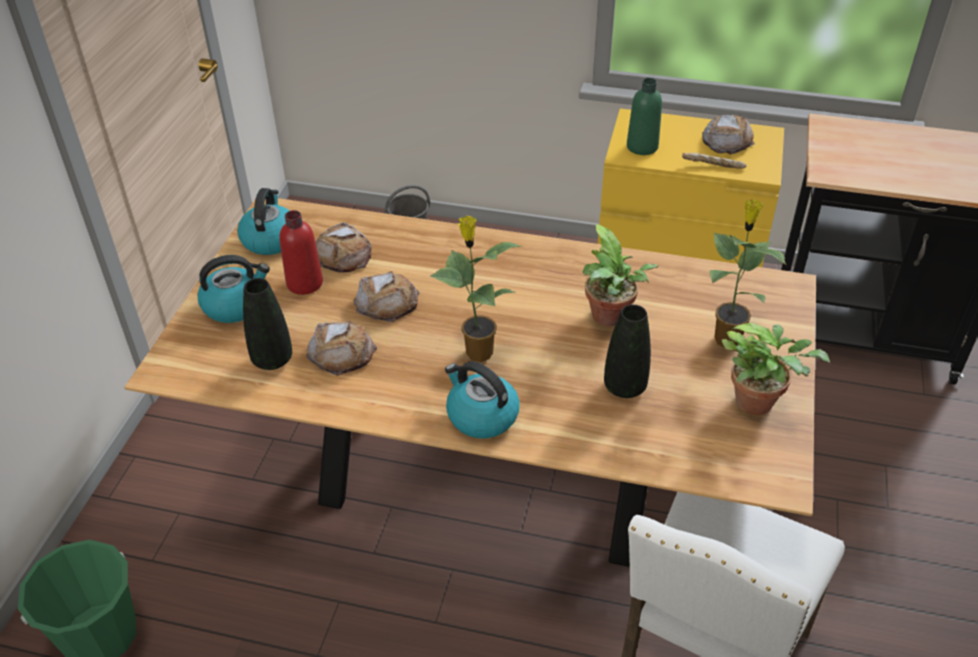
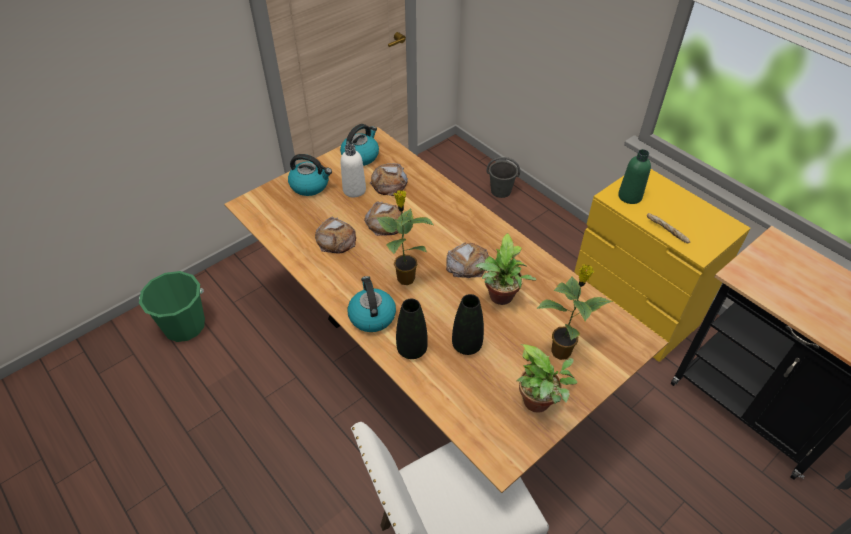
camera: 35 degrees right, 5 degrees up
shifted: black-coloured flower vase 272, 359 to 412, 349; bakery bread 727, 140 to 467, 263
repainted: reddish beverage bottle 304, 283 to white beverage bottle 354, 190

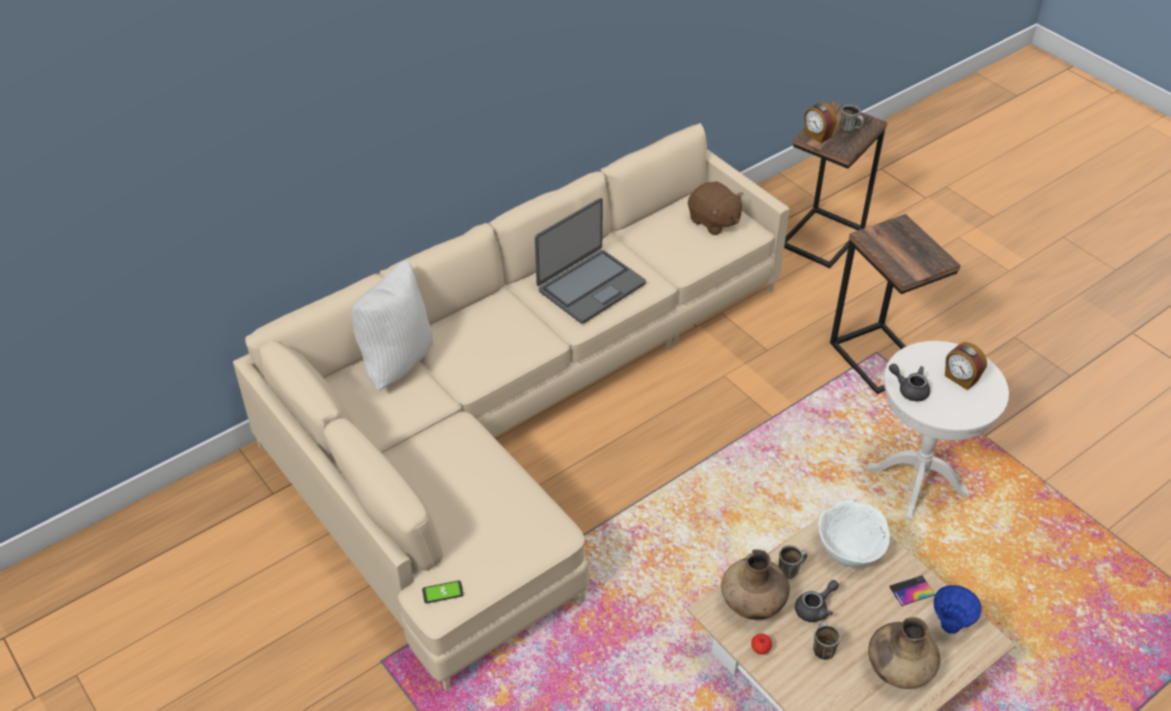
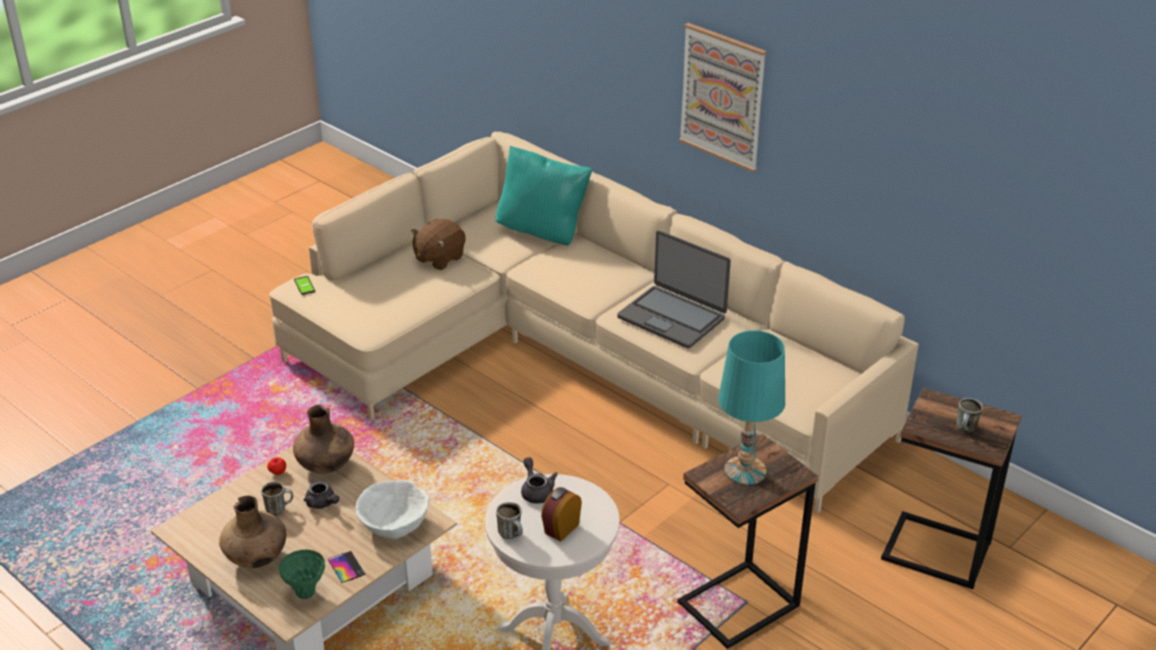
camera: 80 degrees right, 10 degrees down
gone: alarm clock 817, 135
new: wall art 722, 97; turquoise tabletop lamp 744, 471
shifted: brownish cuddly toy 713, 221 to 439, 258; coffee mug 790, 569 to 512, 535
repainted: white cushion 397, 361 to turquoise cushion 543, 233; bluish flower vase 949, 626 to greenish flower vase 305, 593
rotated: grey pot for tea 909, 389 = 536, 491 45 degrees counterclockwise

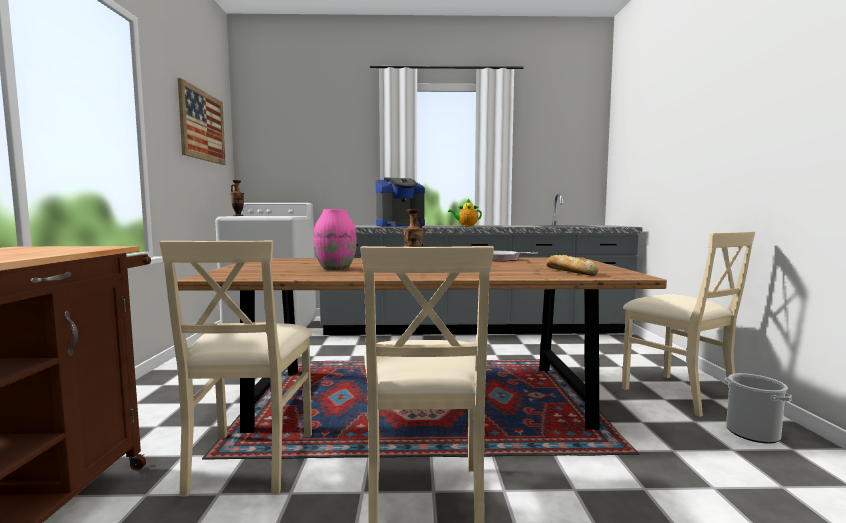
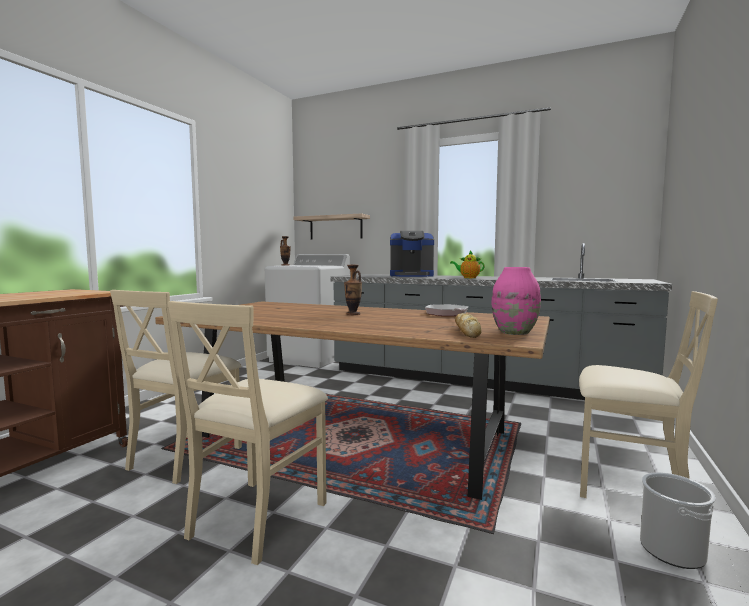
camera: 25 degrees right, 0 degrees up
gone: wall art 202, 126
new: shelf 336, 227
shifted: pink flower vase 336, 268 to 515, 332
rotated: sand-coloured upright chair 677, 394 = 628, 486 60 degrees counterclockwise

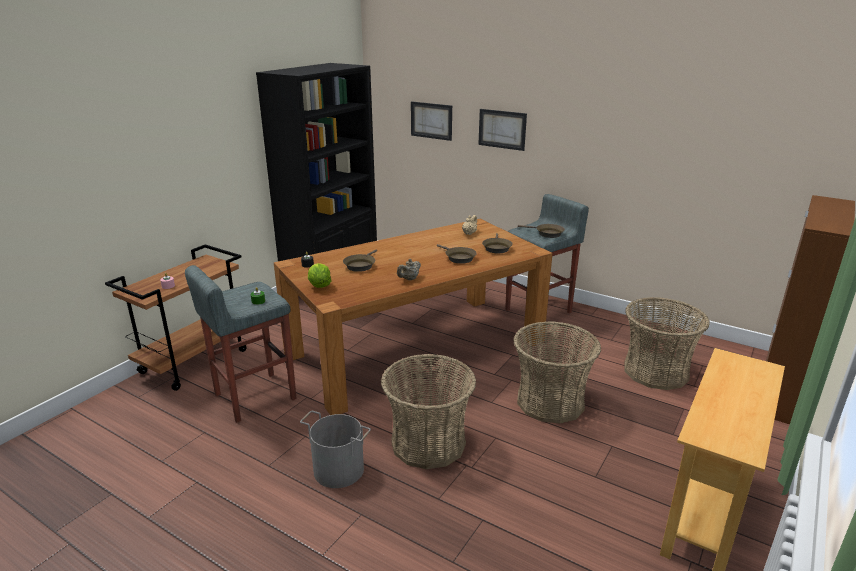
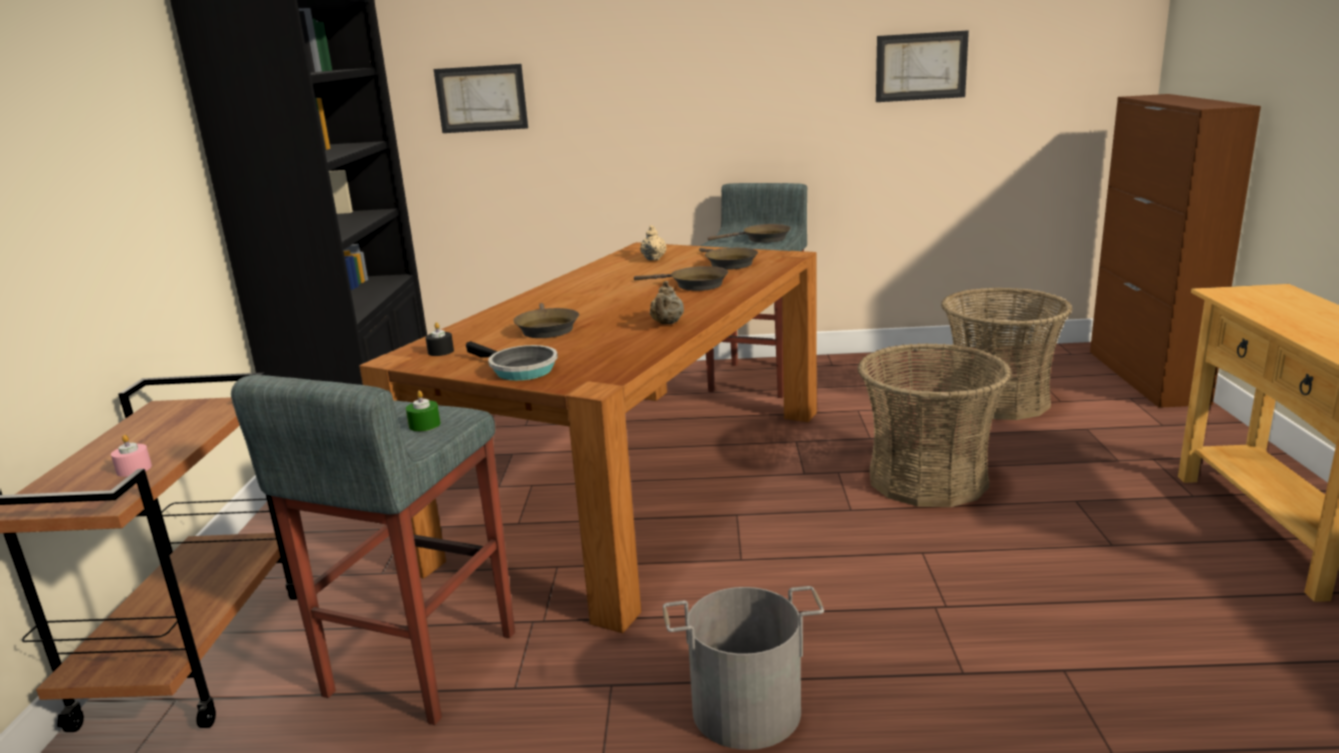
camera: 30 degrees left, 5 degrees down
gone: storage basket 428, 443
shifted: wall art 502, 129 to 921, 66
swapped: lettuce head 319, 285 to skillet 519, 369

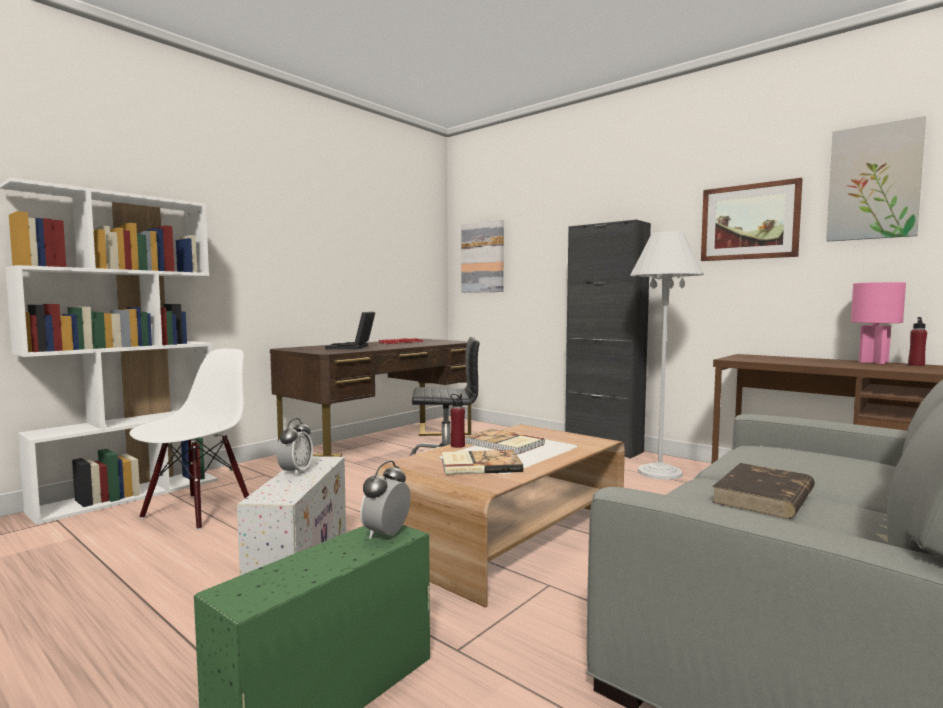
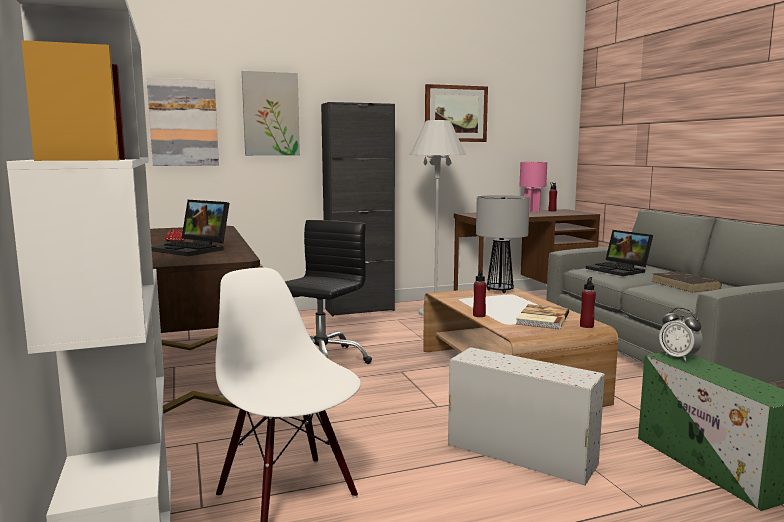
camera: 60 degrees left, 5 degrees up
gone: alarm clock 295, 472; bound book 504, 444
new: tabletop lamp 500, 290; reddish beverage bottle 586, 326; portable computer 619, 270
shifted: wall art 874, 182 to 271, 114

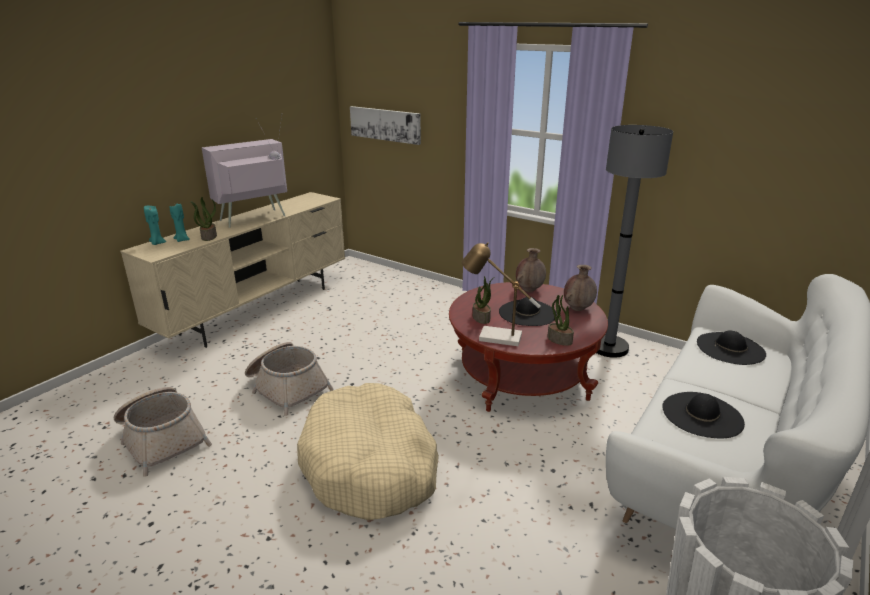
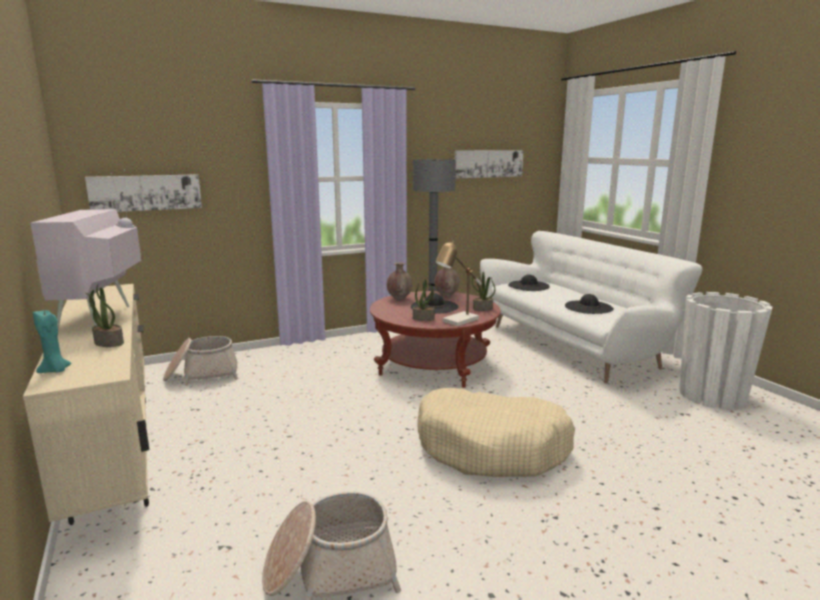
camera: 60 degrees left, 10 degrees down
gone: turquoise candle 182, 240
new: wall art 488, 163
shifted: storage basket 286, 387 to 202, 374

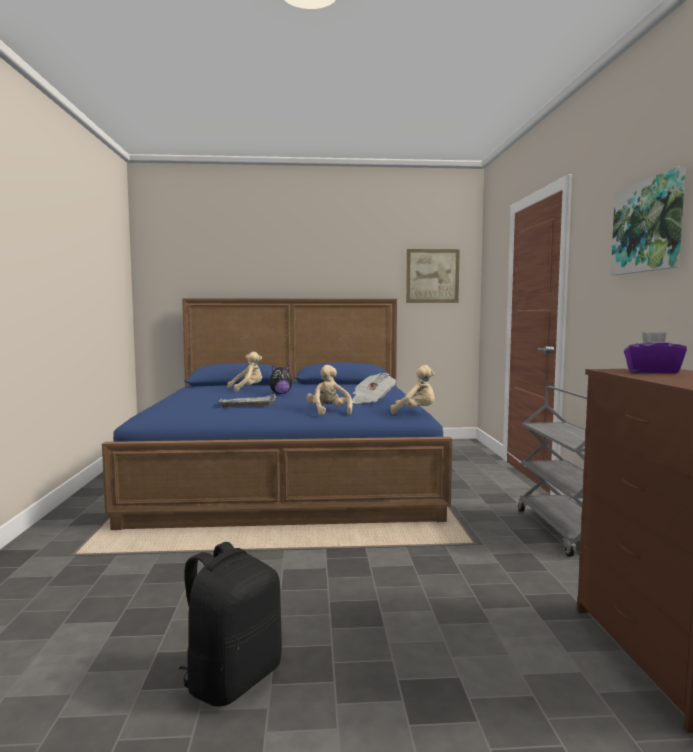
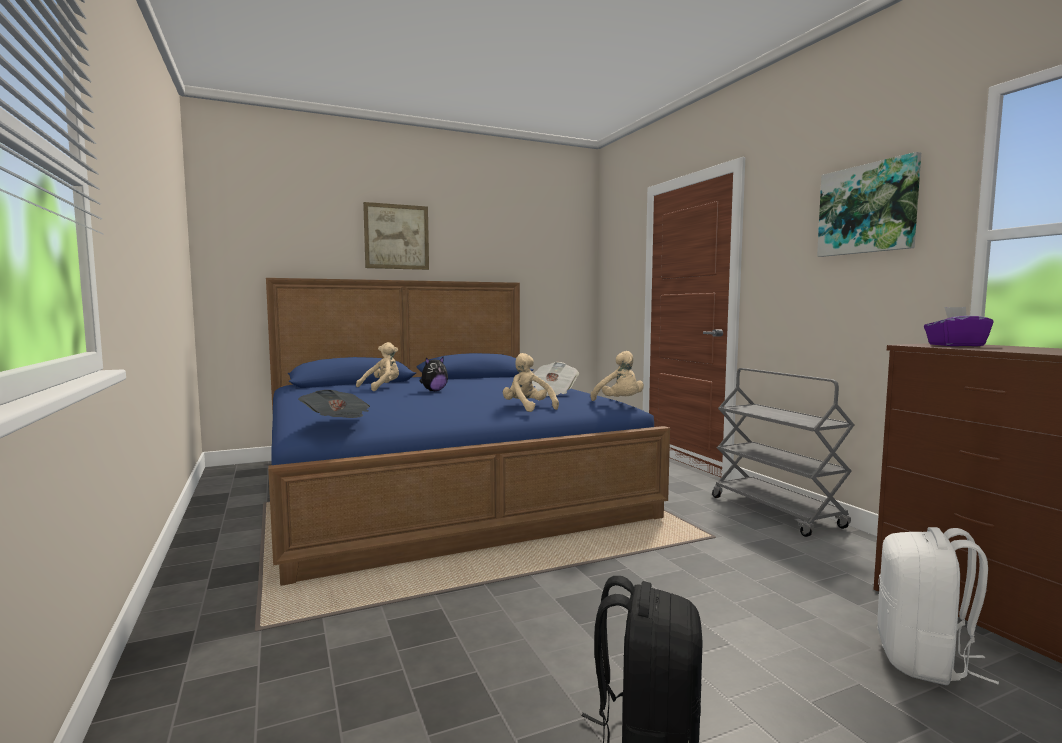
camera: 20 degrees left, 0 degrees up
gone: grey tray 248, 403
new: printed paper 338, 424; white backpack 924, 661
shifted: wall art 432, 276 to 396, 237
rotated: sand-coloured cuddly toy 415, 412 = 619, 402 60 degrees clockwise

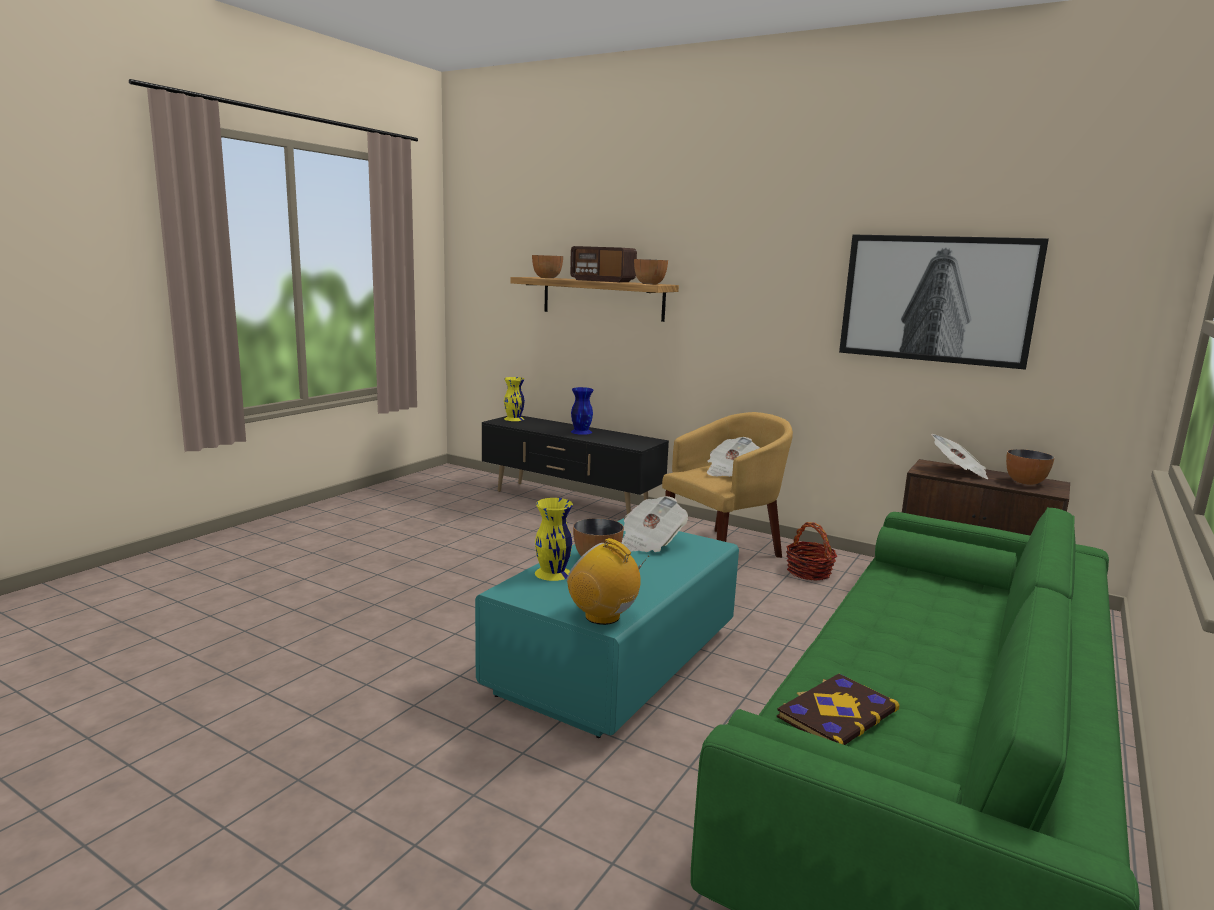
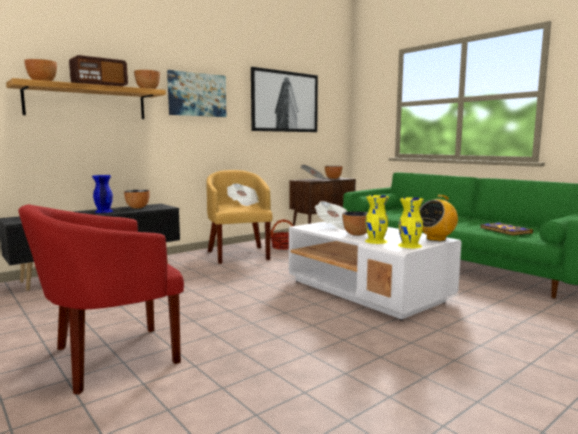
camera: 70 degrees left, 5 degrees down
new: reddish easy chair 111, 358; bowl 137, 207; wall art 197, 94
shifted: yellow flower vase 513, 419 to 410, 245
repainted: turquoise low table 615, 662 to white low table 367, 291

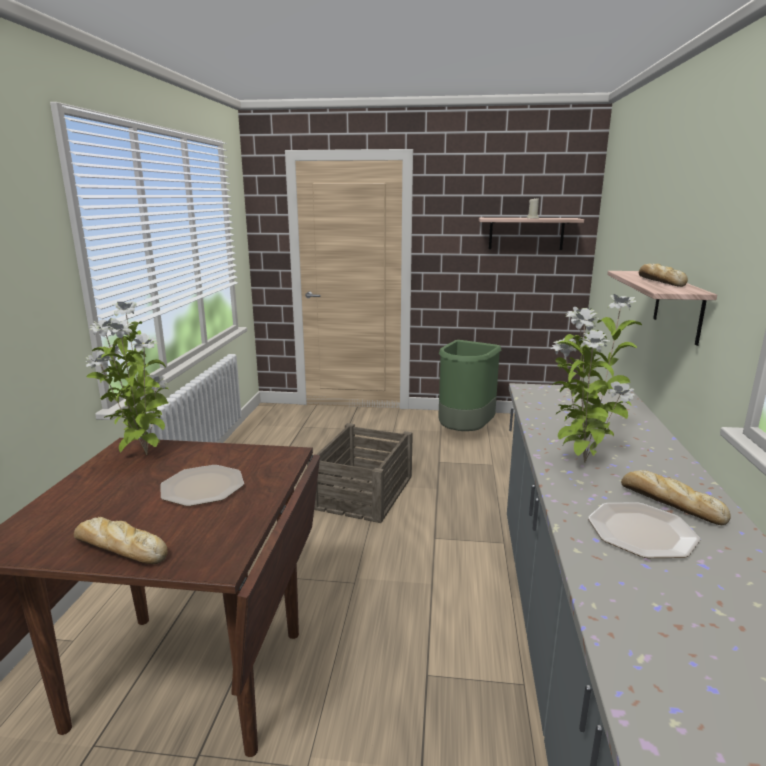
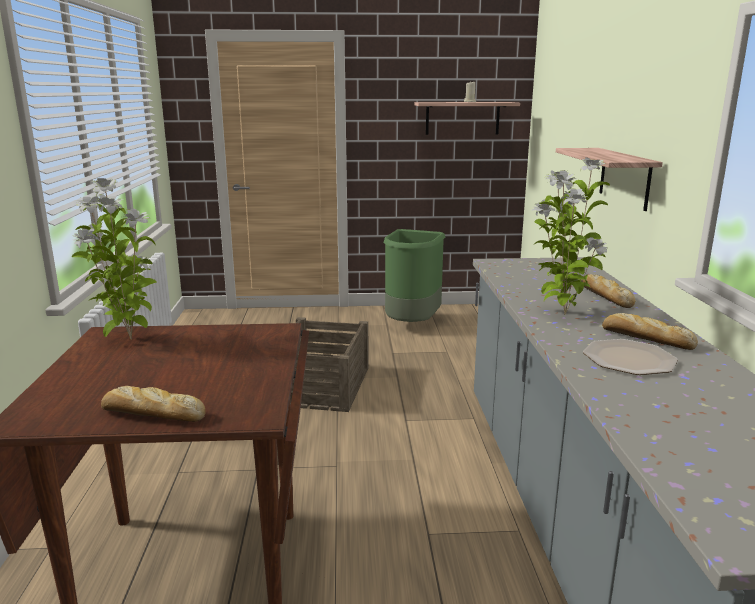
camera: 10 degrees left, 0 degrees up
gone: flat dish 202, 486
shifted: bakery bread 660, 281 to 604, 296

